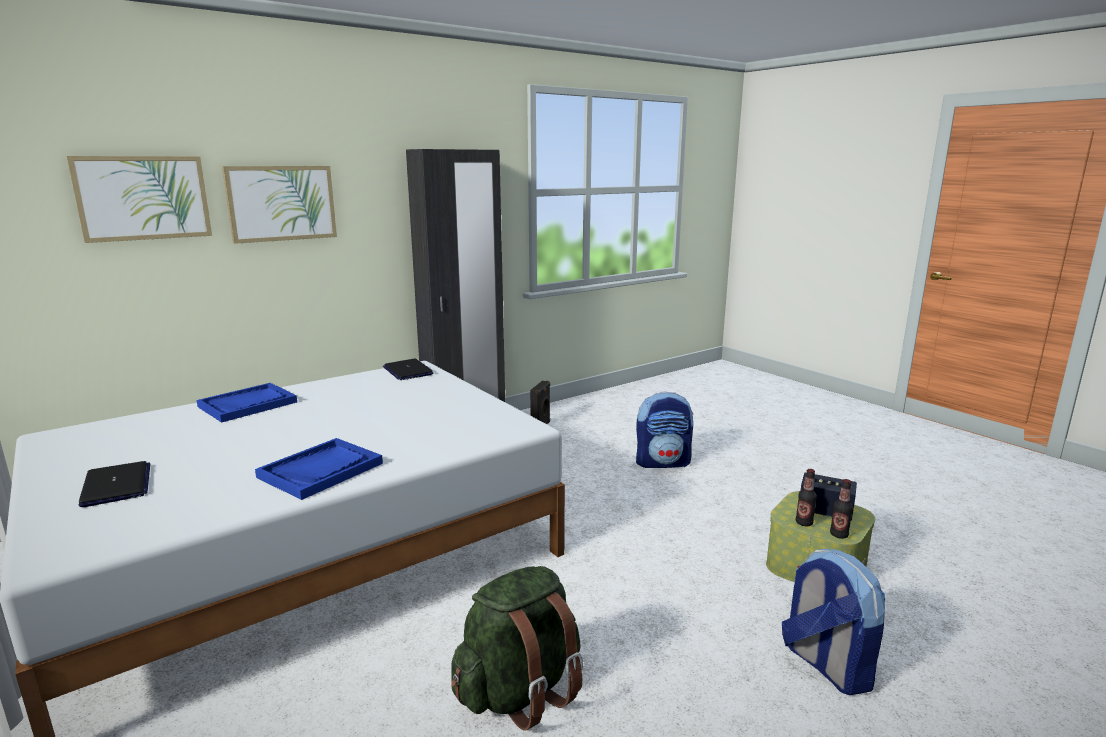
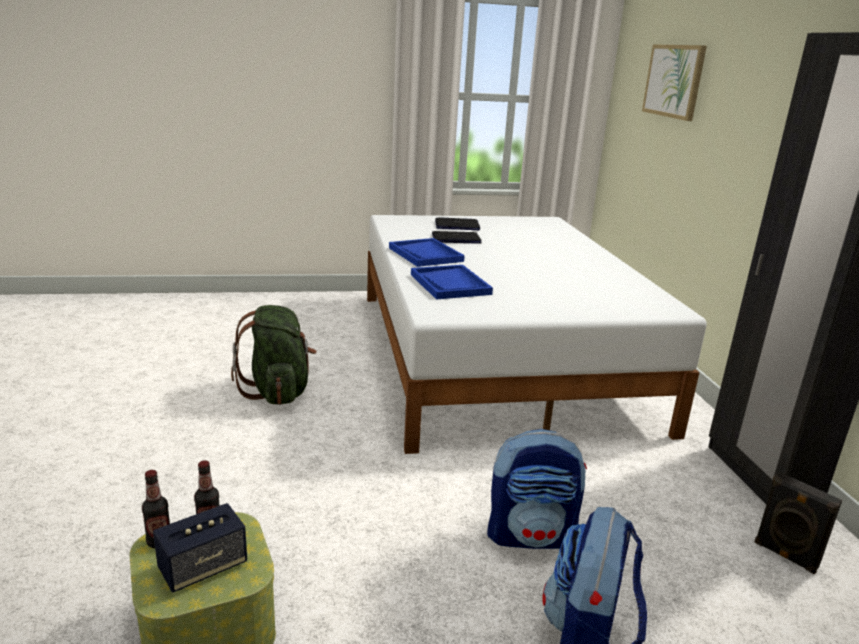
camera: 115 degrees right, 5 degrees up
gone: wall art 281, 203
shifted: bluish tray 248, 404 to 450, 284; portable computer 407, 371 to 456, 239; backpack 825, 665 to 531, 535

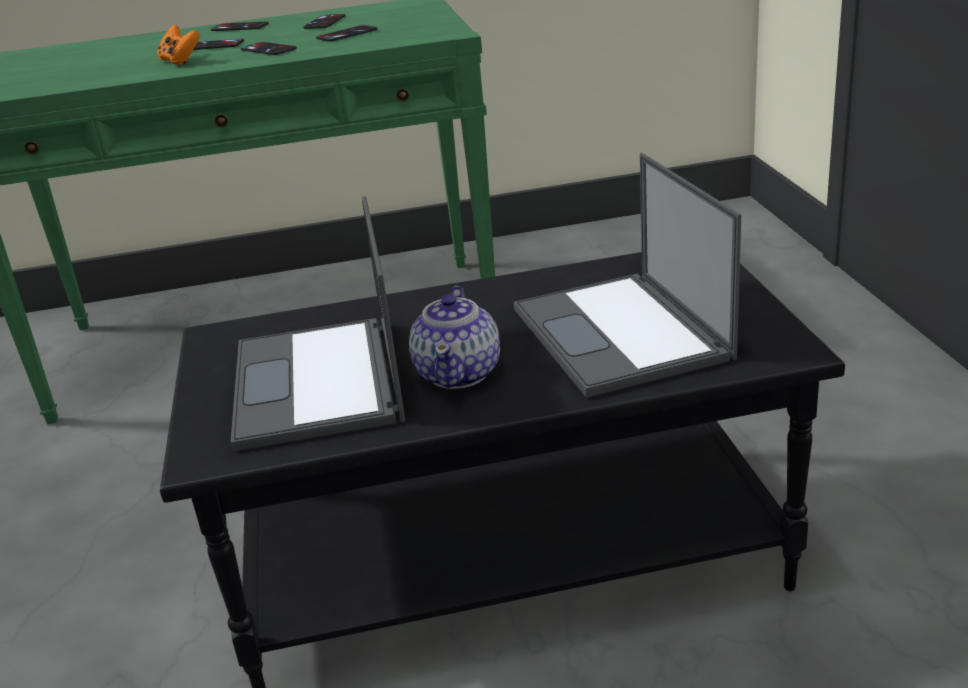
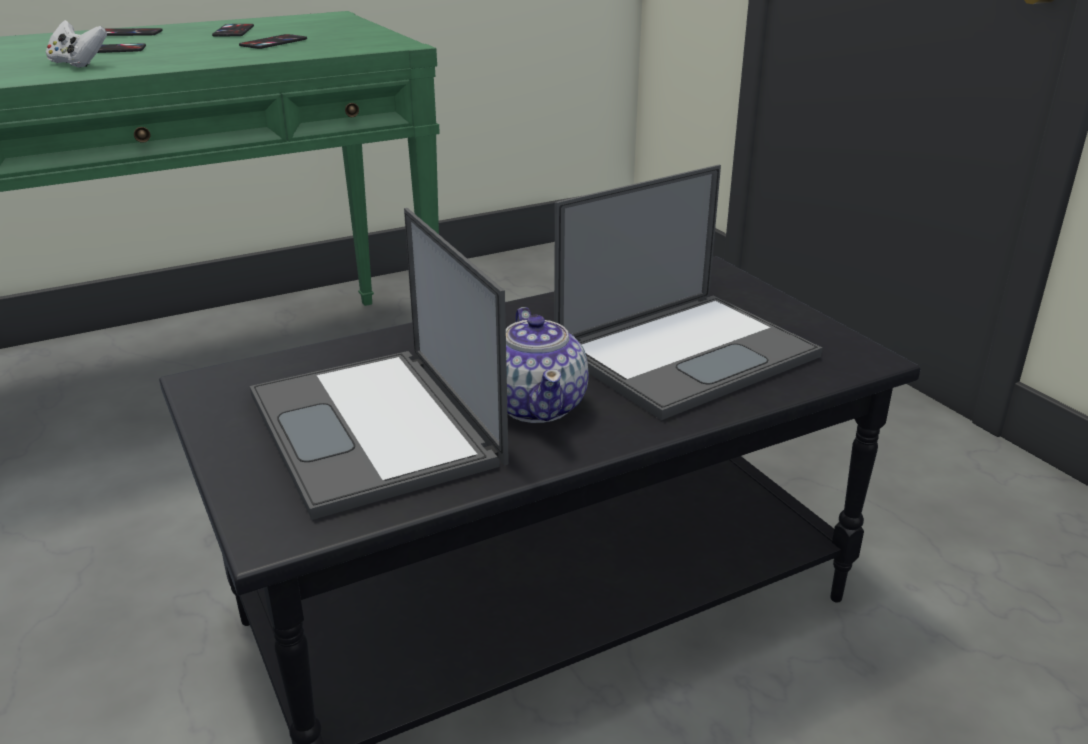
camera: 20 degrees left, 0 degrees up
gone: phone 268, 49
repainted: orangey gamepad 180, 61 to white gamepad 78, 64
rotated: portable computer 621, 334 = 687, 352 90 degrees counterclockwise

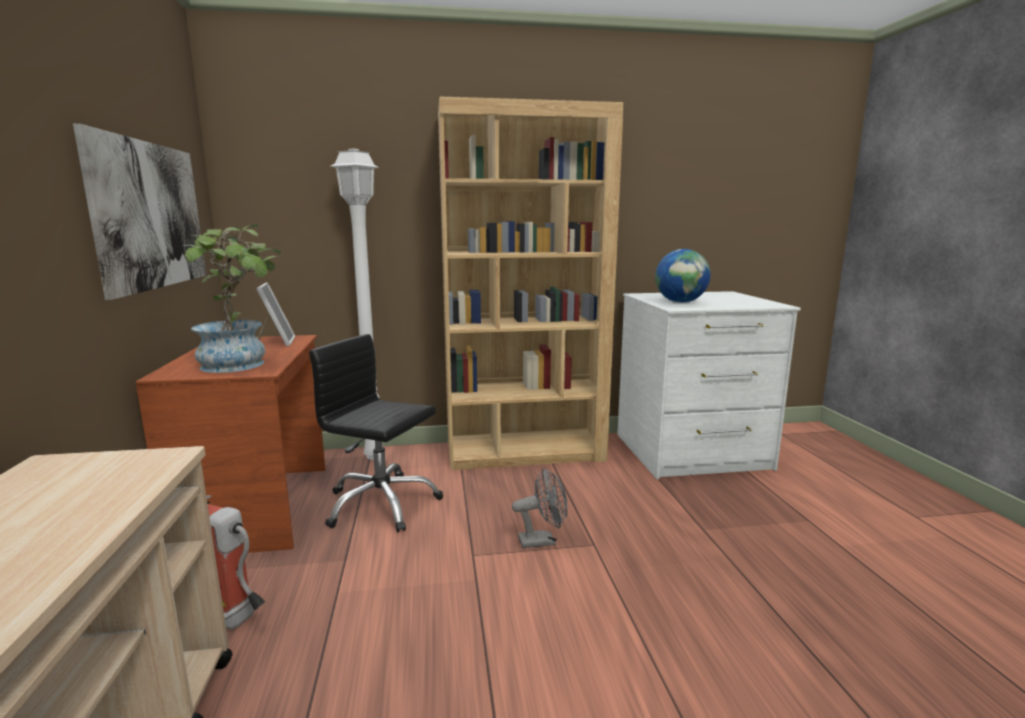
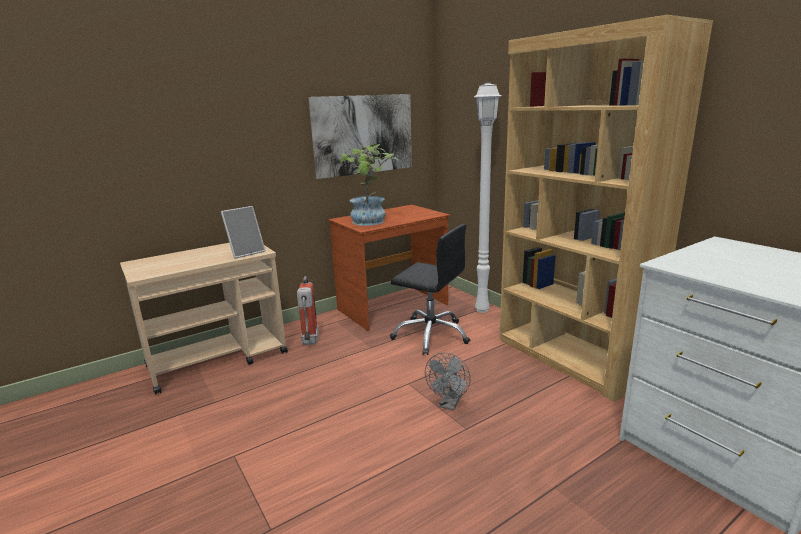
camera: 65 degrees right, 5 degrees up
gone: globe 680, 302
shifted: standing frame 276, 342 to 246, 253
rotated: black-coloured desk chair 381, 504 = 431, 335 120 degrees clockwise; grey fan 542, 540 = 449, 404 60 degrees clockwise

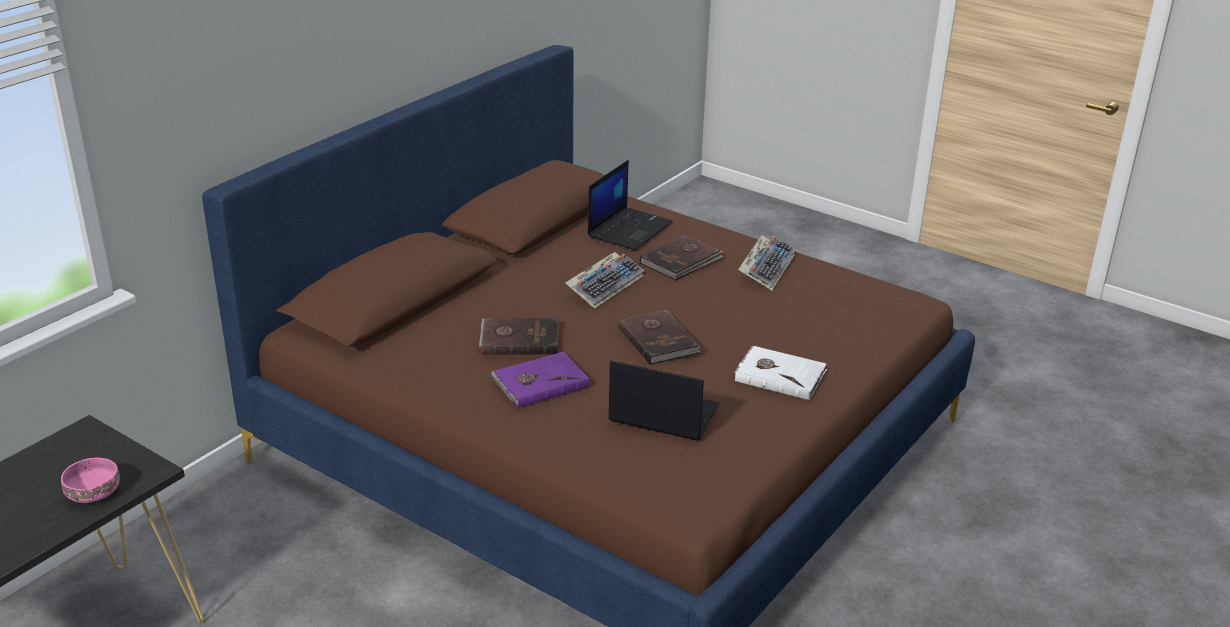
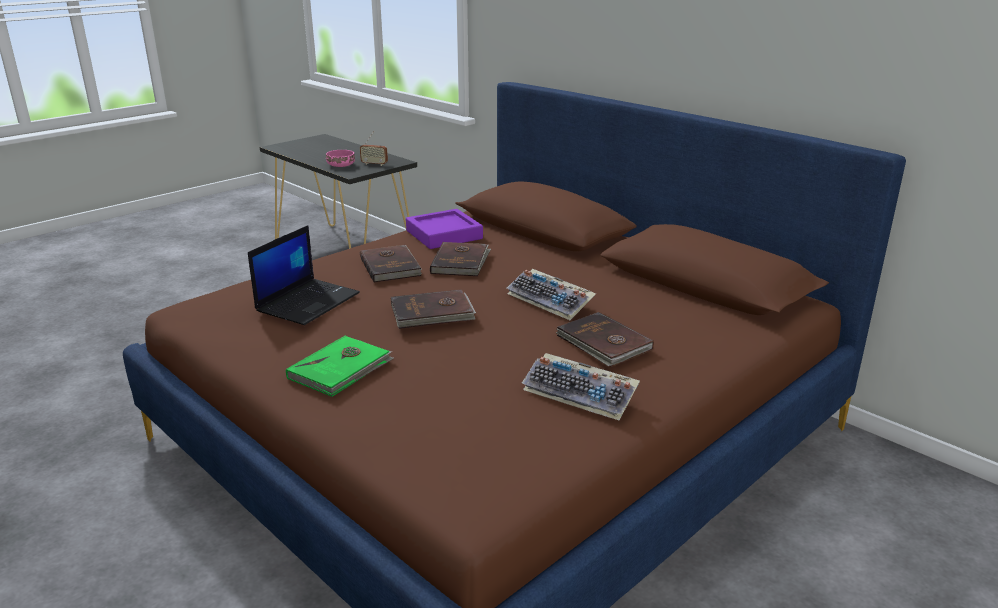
camera: 100 degrees right, 5 degrees down
gone: portable computer 629, 229
new: radio set 374, 164; purple tray 444, 235
repainted: purple bound book 540, 382 to brownish bound book 391, 266; white bound book 780, 375 to greenish bound book 341, 369

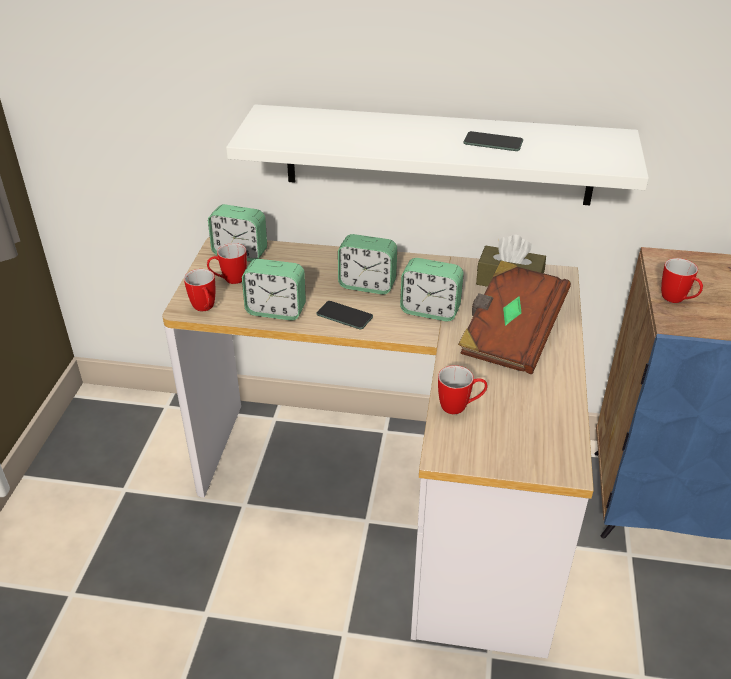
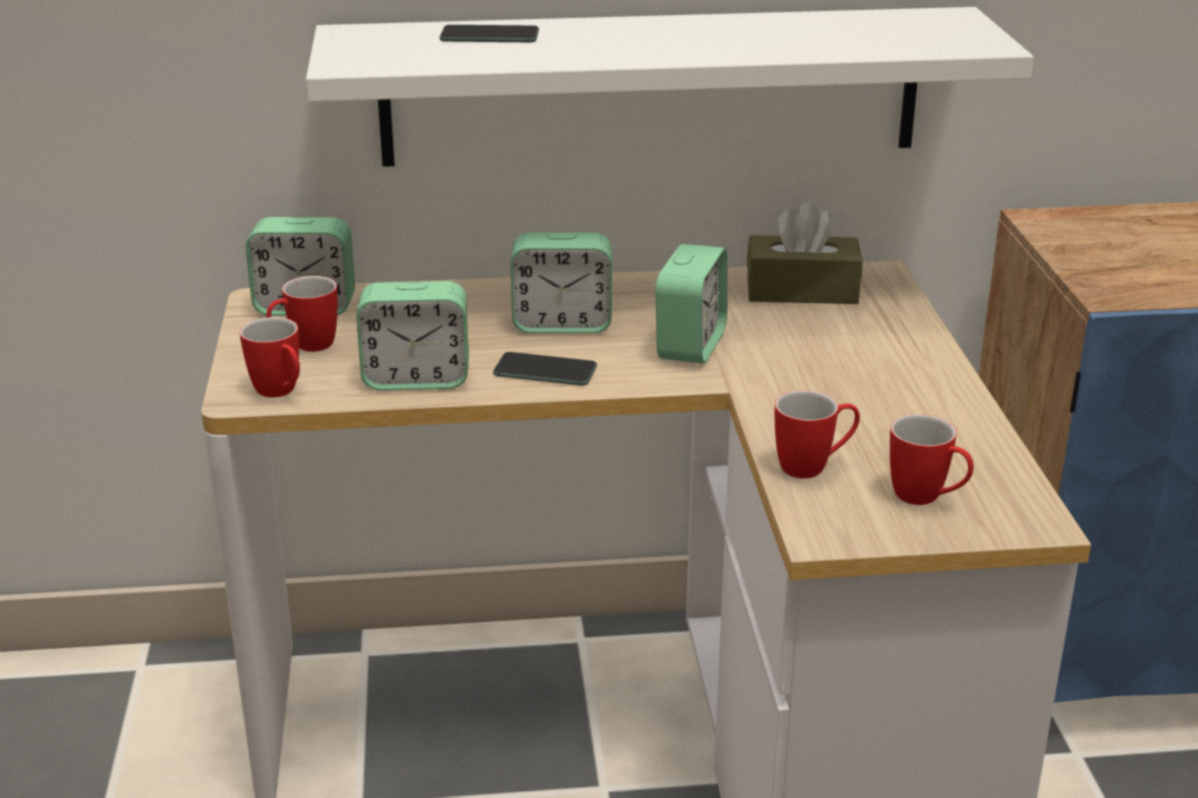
camera: 15 degrees left, 10 degrees down
gone: brownish bound book 509, 335
shifted: phone 493, 142 to 489, 36; coffee mug 677, 300 to 927, 499
rotated: alarm clock 430, 310 = 691, 345 75 degrees counterclockwise

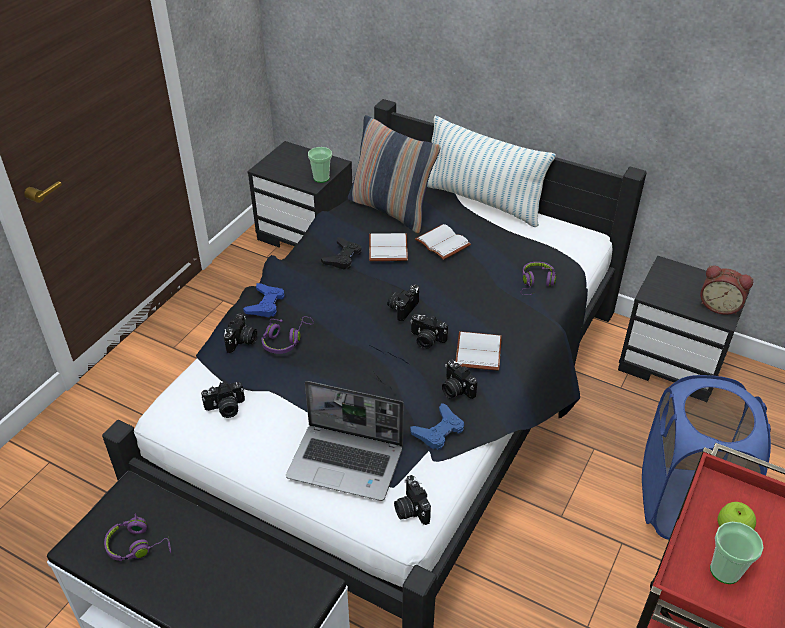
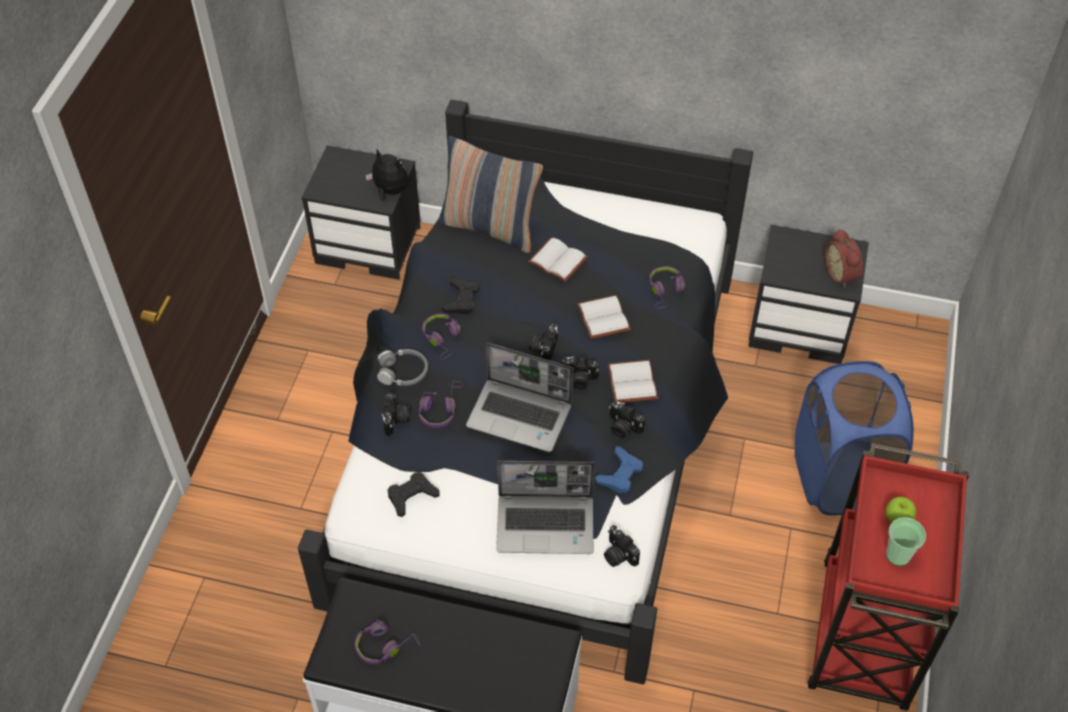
camera: 15 degrees left, 10 degrees up
gone: cushion 481, 201
new: purple headset 442, 339; portable computer 521, 416
shifted: white bound book 386, 248 to 601, 317
swapped: photo camera 226, 408 to black-coloured gamepad 412, 496; bluish gamepad 265, 304 to grey headset 403, 372; cup 321, 178 to cuddly toy 389, 191
rotated: alarm clock 719, 305 = 842, 274 60 degrees clockwise

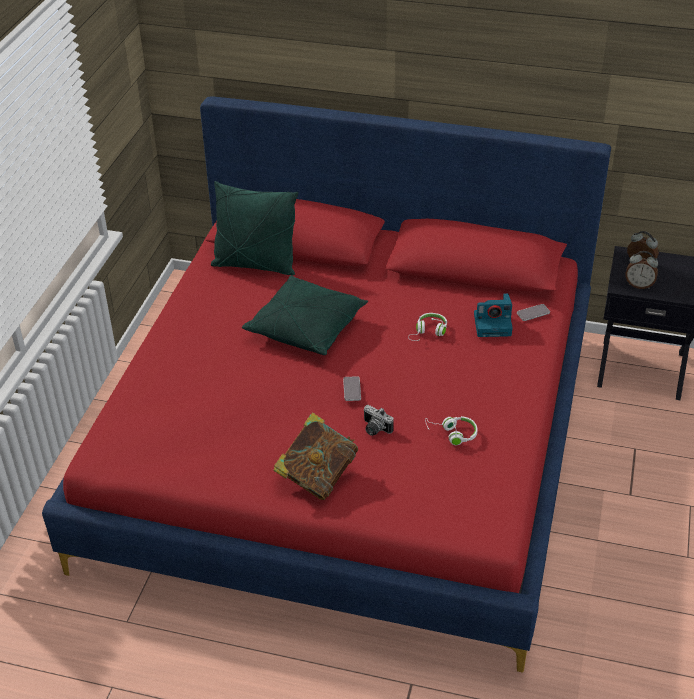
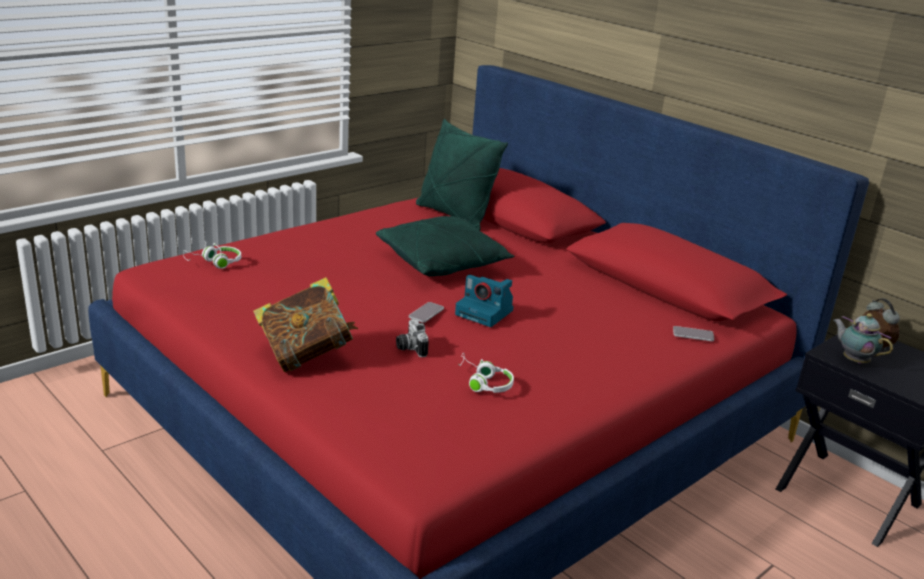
camera: 30 degrees right, 15 degrees down
shifted: white headset 428, 332 to 215, 263; photo camera 493, 324 to 485, 313
swapped: alarm clock 639, 285 to pot for tea 853, 360

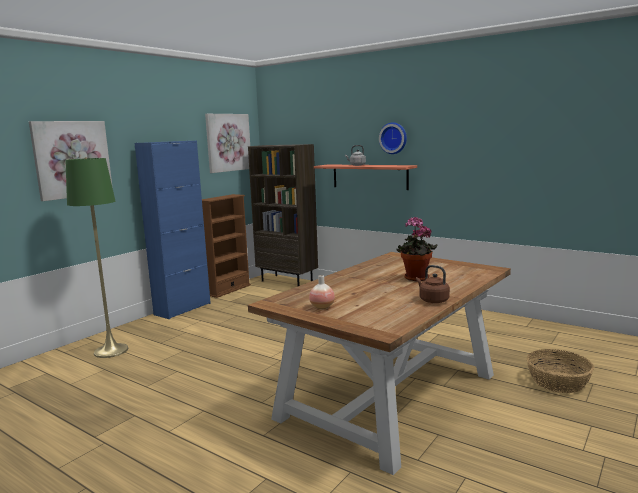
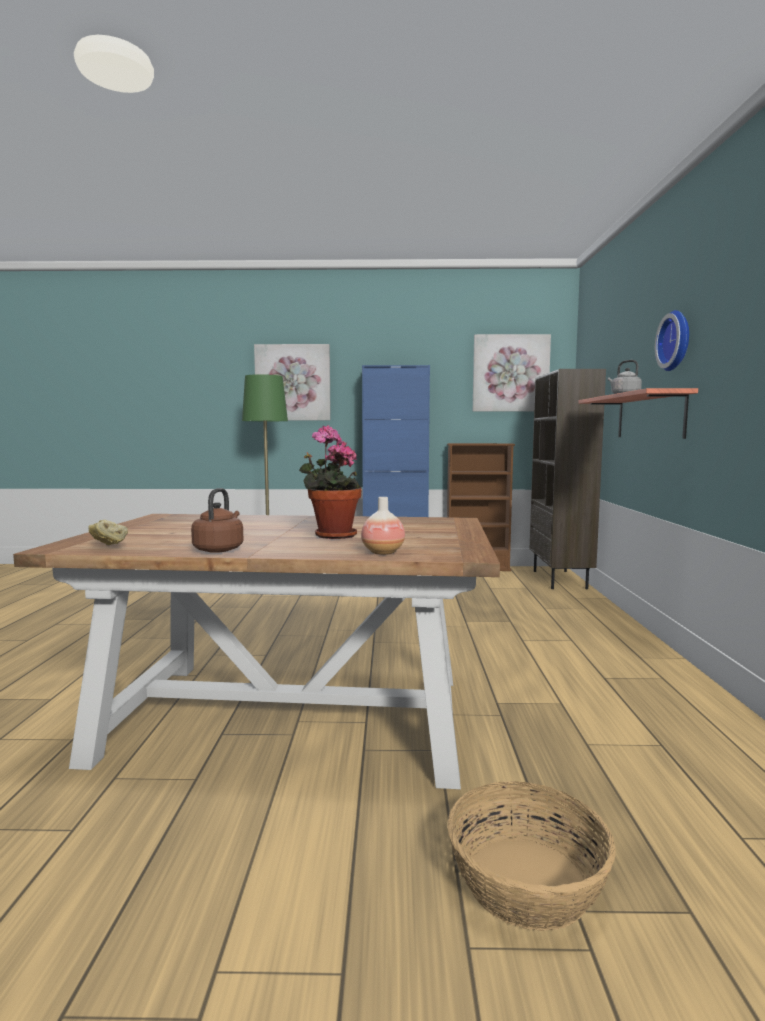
camera: 55 degrees right, 5 degrees down
new: bakery bread 108, 547
shifted: flower vase 322, 307 to 383, 552

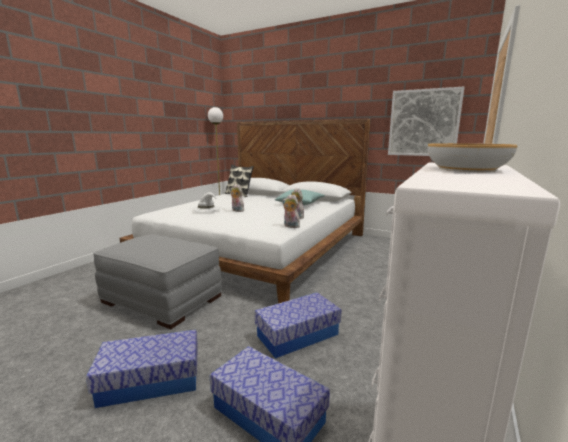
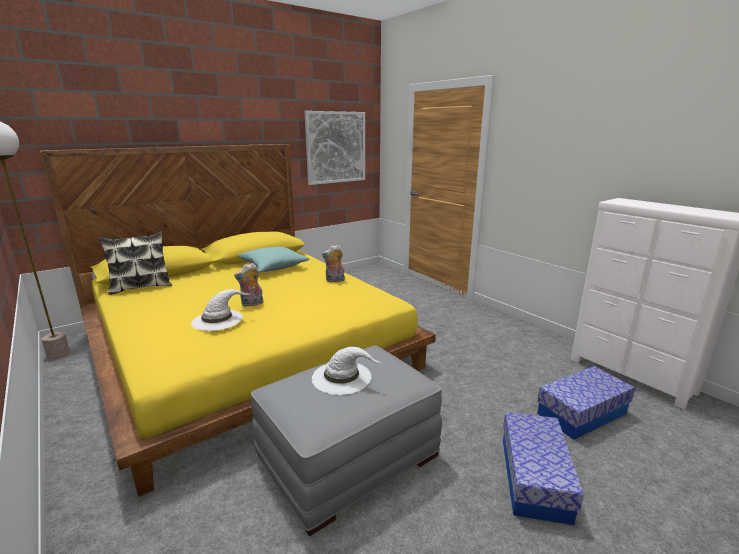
camera: 65 degrees left, 5 degrees up
gone: storage container 297, 335; cuddly toy 290, 226; bowl 466, 169
new: white hat 342, 377
repainted: white bedroom bed 257, 247 to yellow bedroom bed 246, 349

